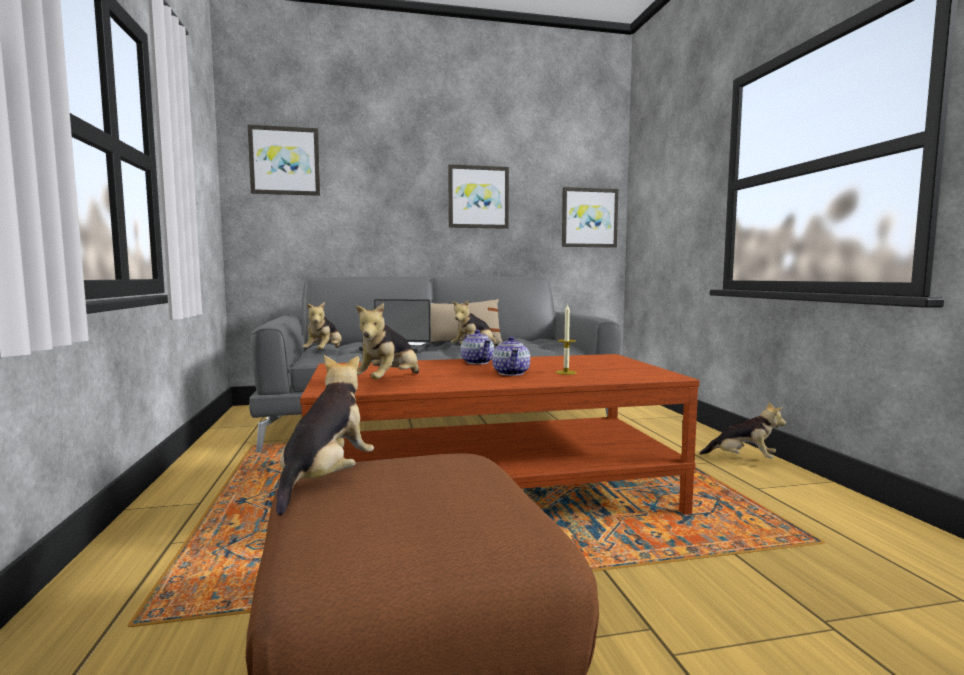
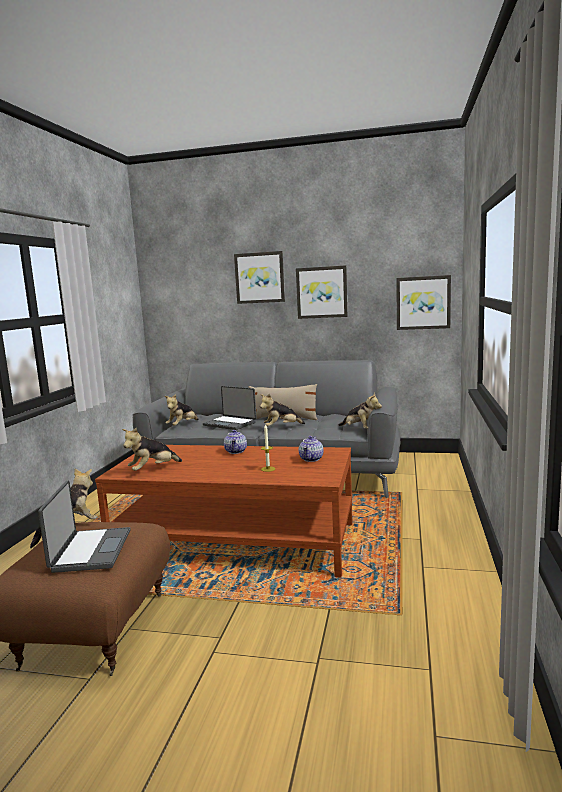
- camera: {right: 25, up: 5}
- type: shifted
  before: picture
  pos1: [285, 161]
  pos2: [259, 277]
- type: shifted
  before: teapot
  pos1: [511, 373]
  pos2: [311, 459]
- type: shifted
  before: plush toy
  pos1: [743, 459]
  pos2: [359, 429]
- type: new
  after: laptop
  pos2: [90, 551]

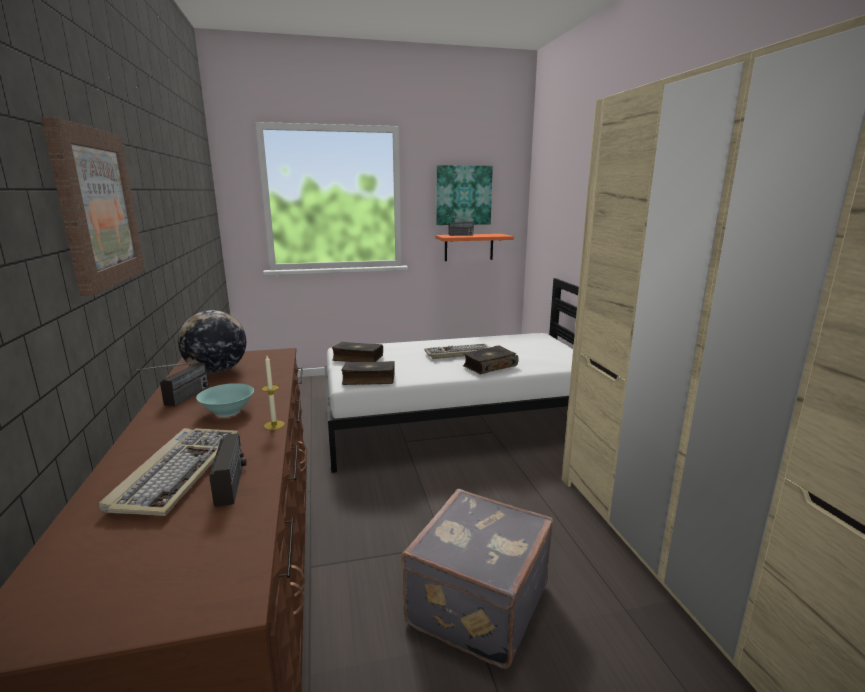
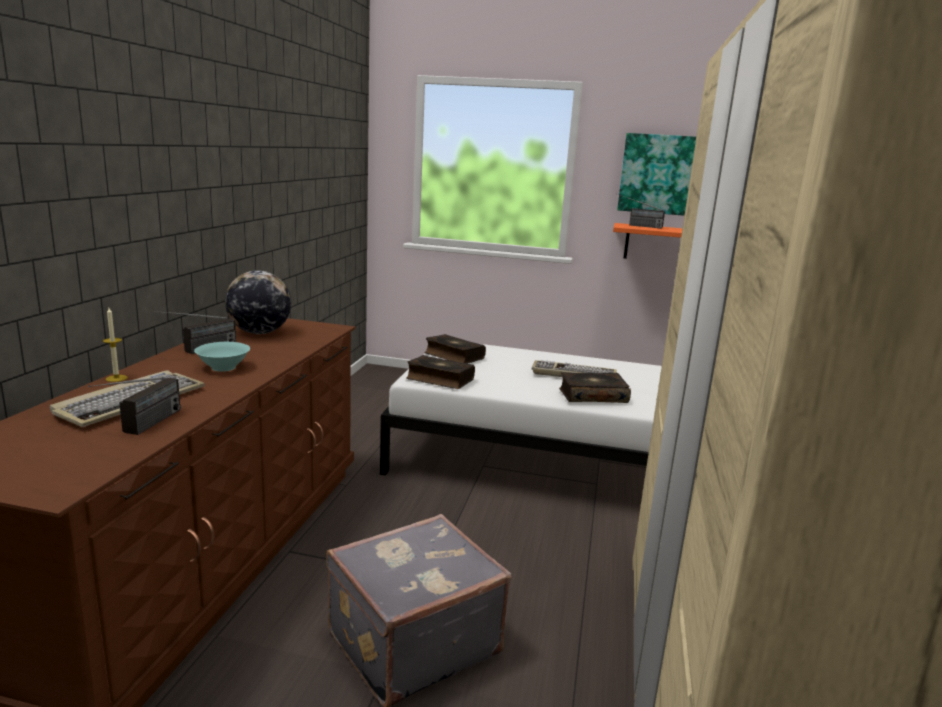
- camera: {right: 25, up: 0}
- type: gone
  before: picture
  pos1: [96, 208]
- type: shifted
  before: candle
  pos1: [274, 425]
  pos2: [116, 378]

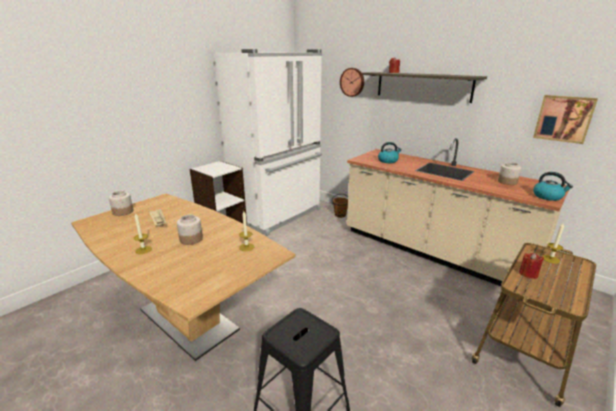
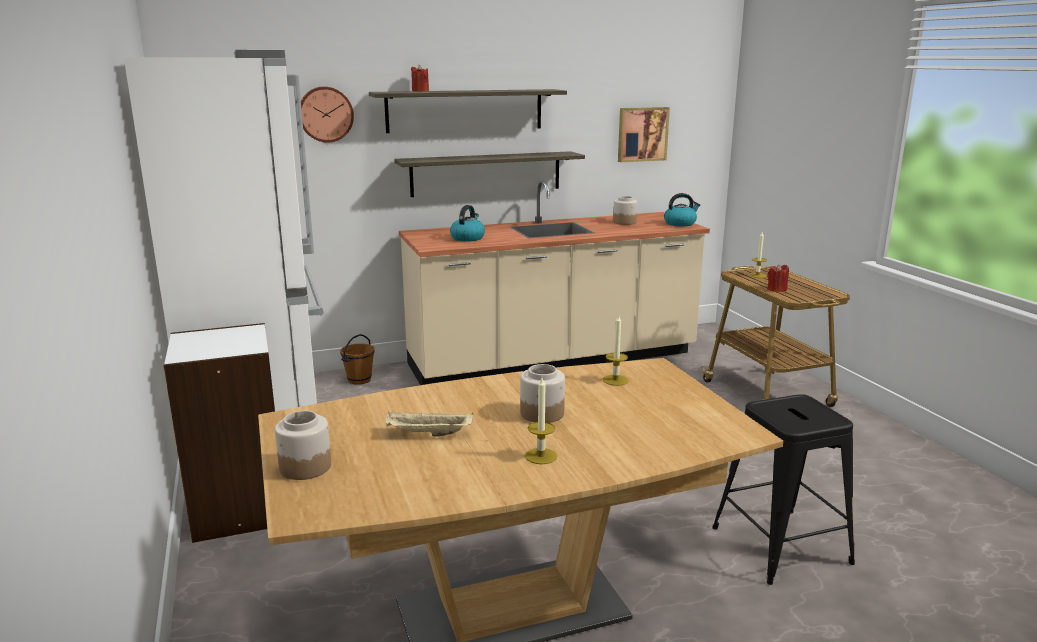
- camera: {right: -60, up: -5}
- type: new
  after: shelf
  pos2: [486, 173]

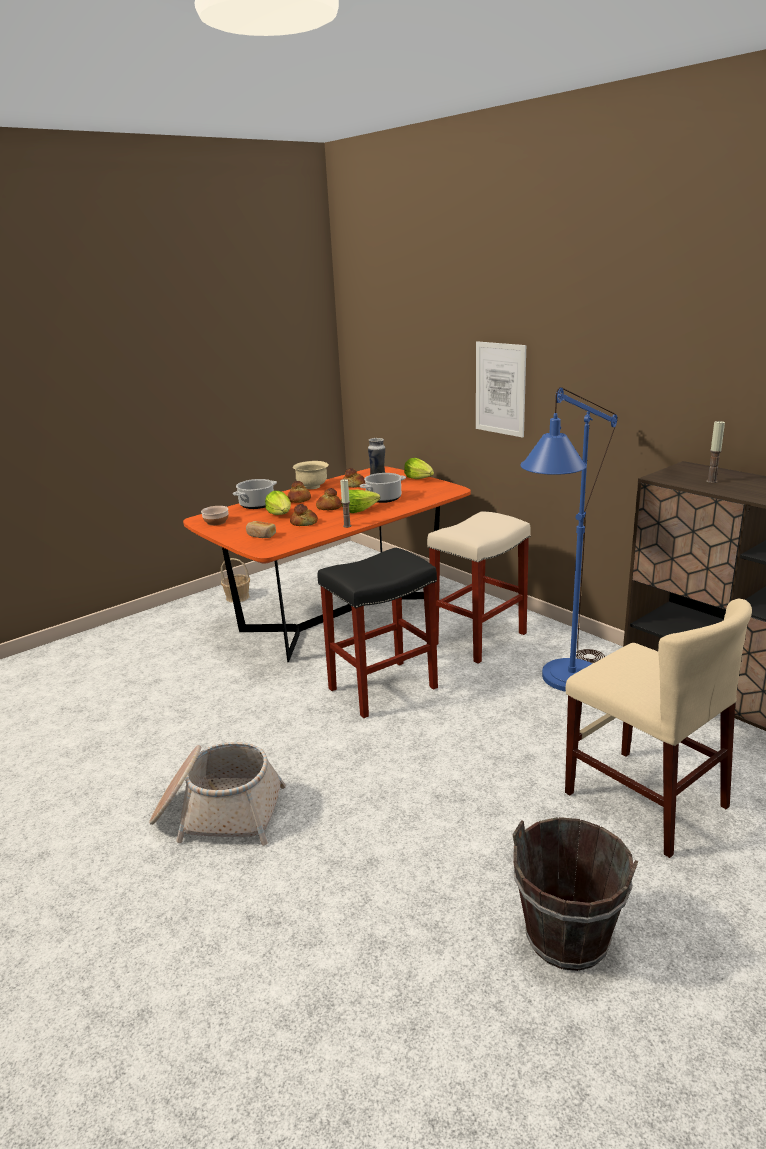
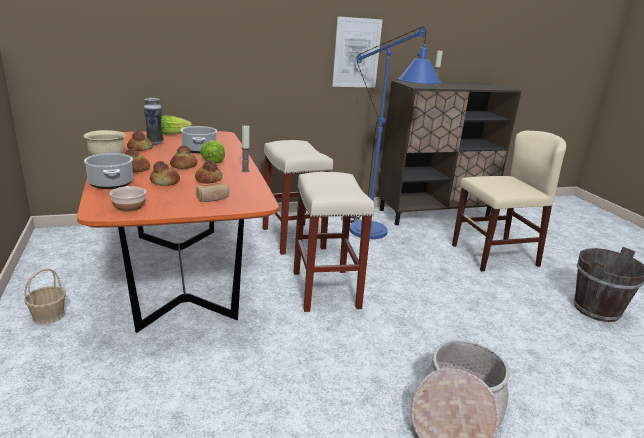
- camera: {right: -70, up: 0}
- type: swapped
  before: lettuce
  after: bread
  pos1: [280, 514]
  pos2: [165, 182]
- type: repainted
  before: black stool
  after: beige stool
  pos1: [382, 689]
  pos2: [326, 290]
- type: shifted
  before: picture
  pos1: [500, 388]
  pos2: [356, 53]

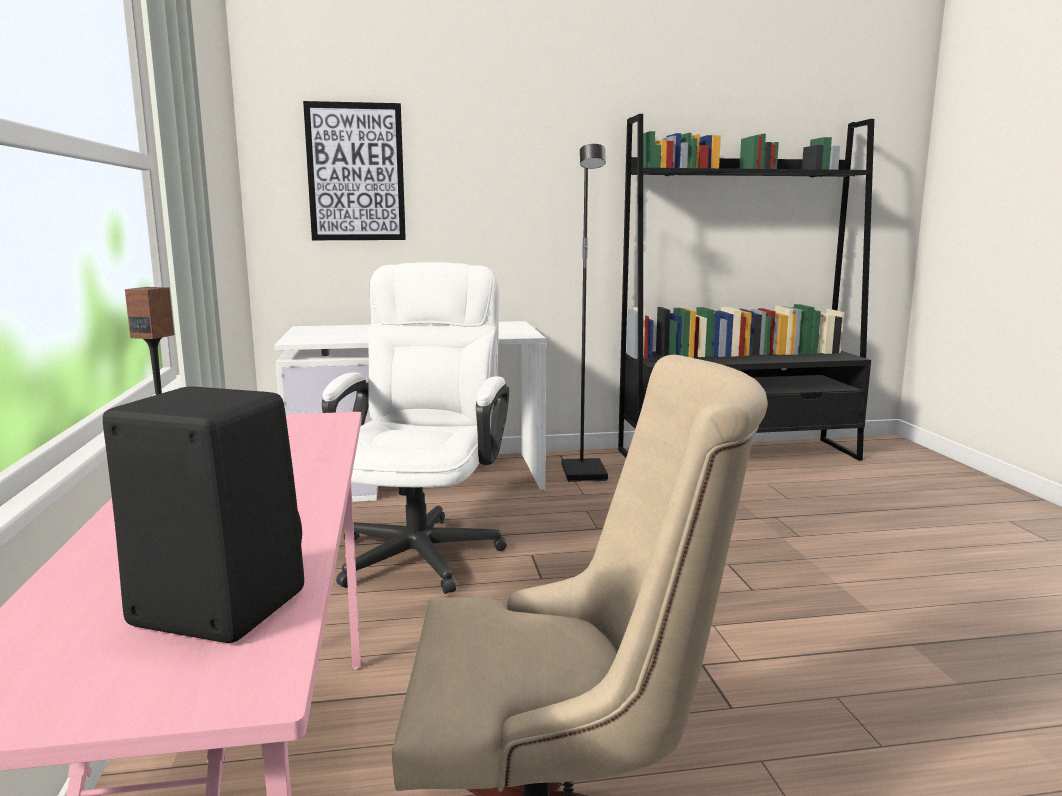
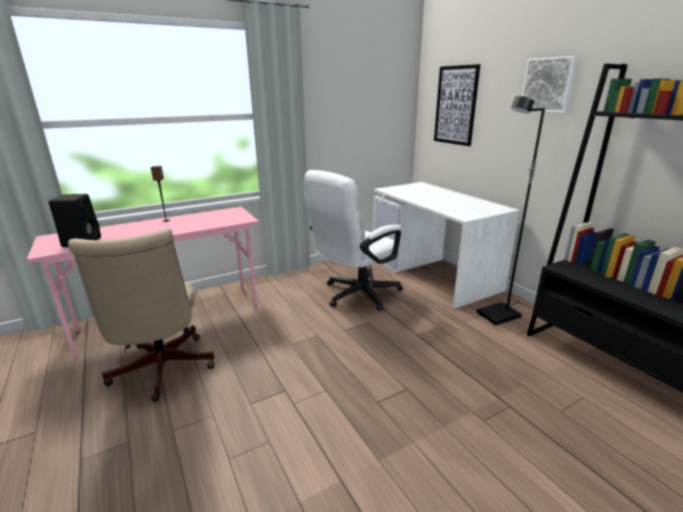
- camera: {right: 70, up: 10}
- type: rotated
  before: white office chair
  pos1: [424, 548]
  pos2: [355, 295]
  turn: 150
- type: new
  after: picture
  pos2: [548, 85]

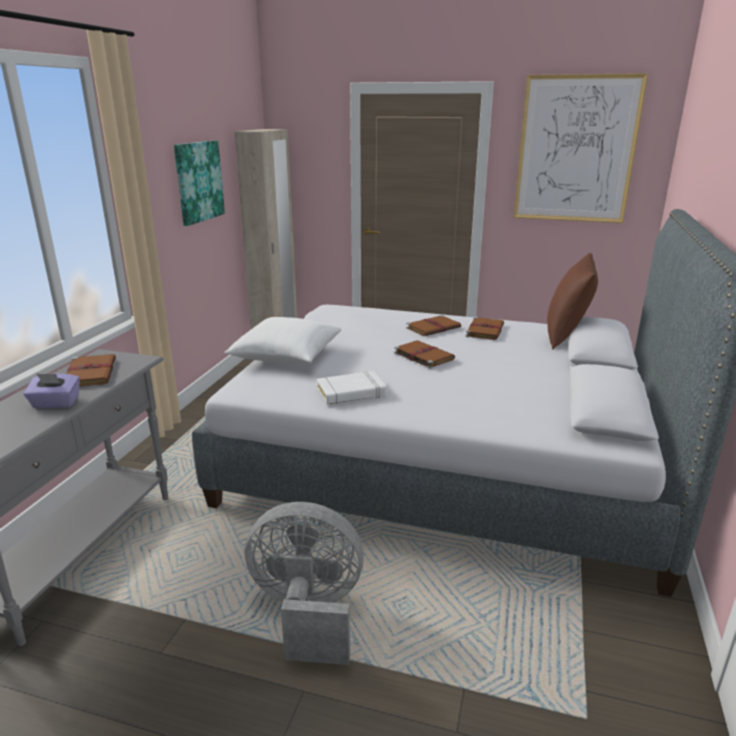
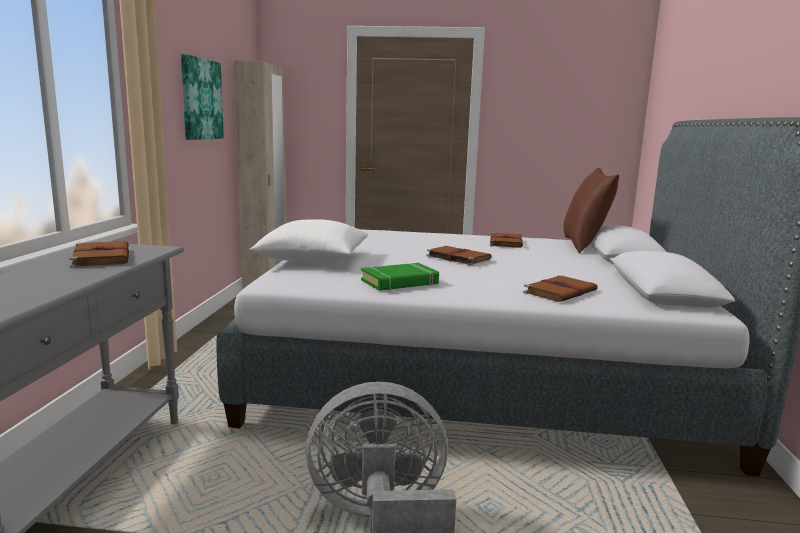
- camera: {right: -10, up: -10}
- type: gone
  before: purple tissue box
  pos1: [55, 403]
- type: repainted
  before: white book
  after: green book
  pos1: [351, 393]
  pos2: [400, 282]
- type: shifted
  before: brown book
  pos1: [434, 328]
  pos2: [560, 291]
- type: gone
  before: picture
  pos1: [576, 150]

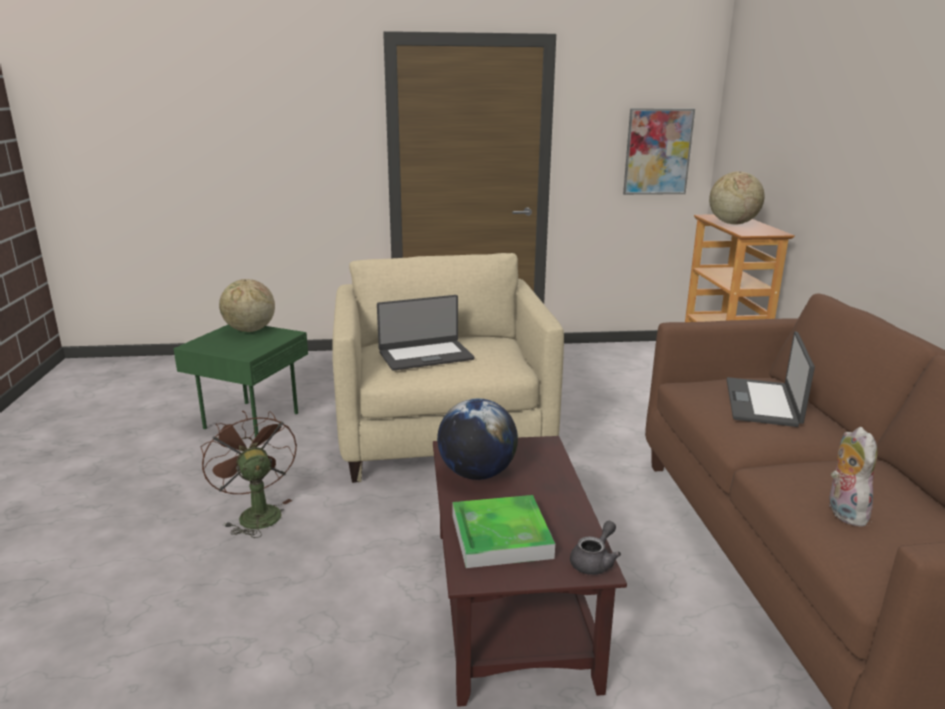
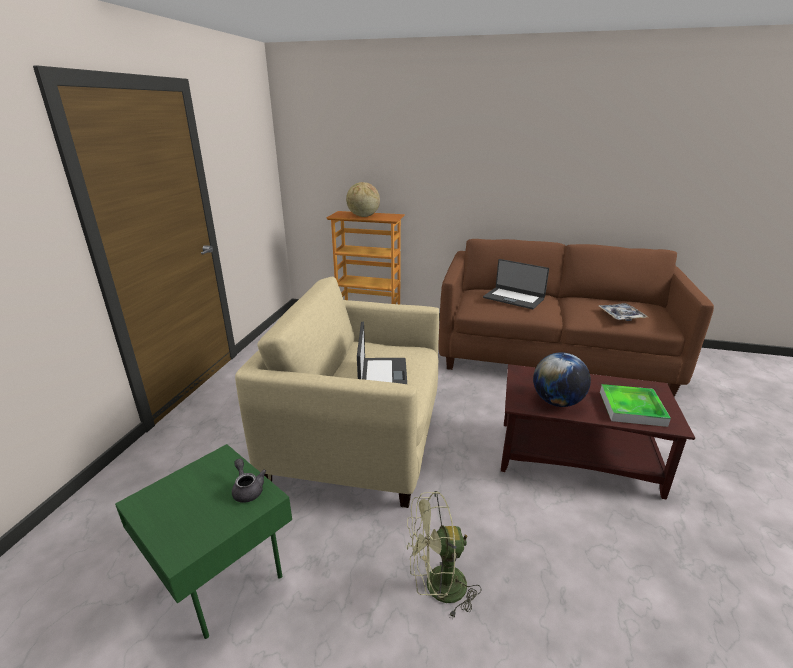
- camera: {right: -70, up: 5}
- type: repainted
  before: brown fan
  after: green fan
  pos1: [255, 513]
  pos2: [437, 588]
- type: gone
  before: globe
  pos1: [249, 330]
- type: shifted
  before: grey teapot
  pos1: [594, 561]
  pos2: [247, 489]
- type: gone
  before: picture
  pos1: [657, 152]
- type: swapped
  before: plush toy
  after: tray
  pos1: [843, 512]
  pos2: [621, 316]

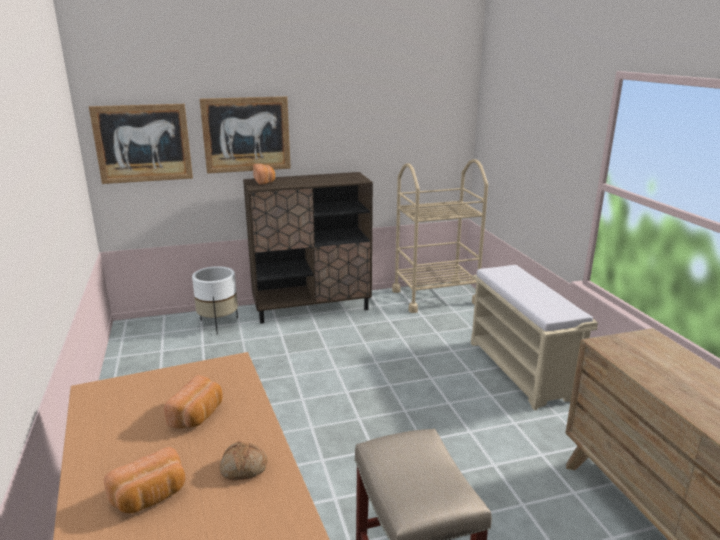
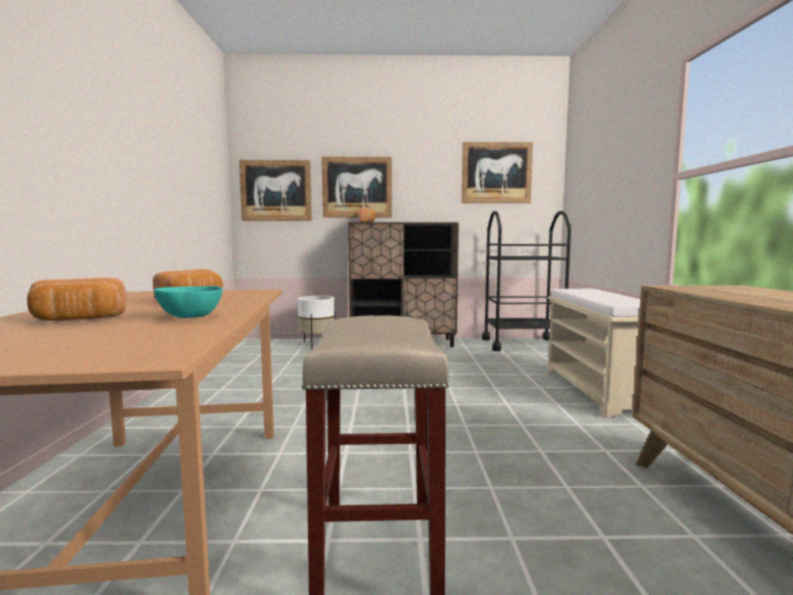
- camera: {right: 15, up: -15}
- type: swapped
  before: bread
  after: turquoise bowl
  pos1: [243, 469]
  pos2: [188, 317]
- type: repainted
  before: beige cart
  after: black cart
  pos1: [435, 297]
  pos2: [522, 344]
- type: new
  after: picture
  pos2: [496, 173]

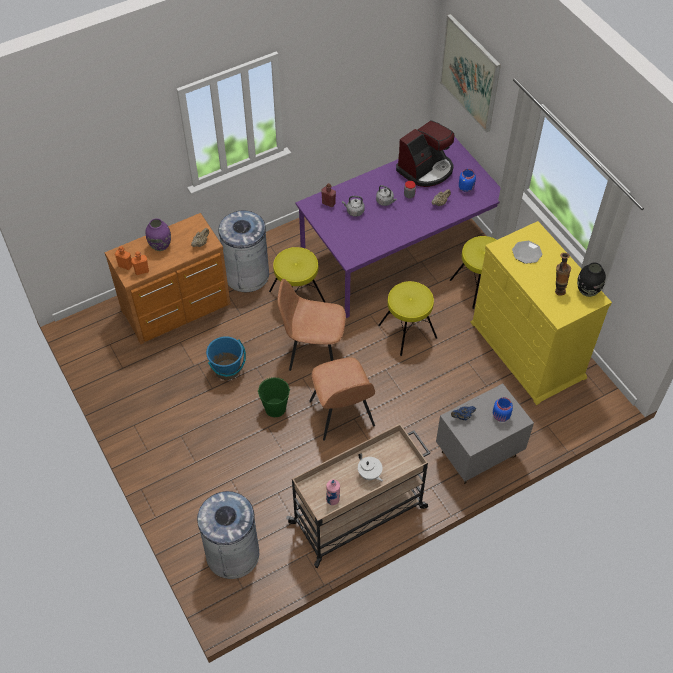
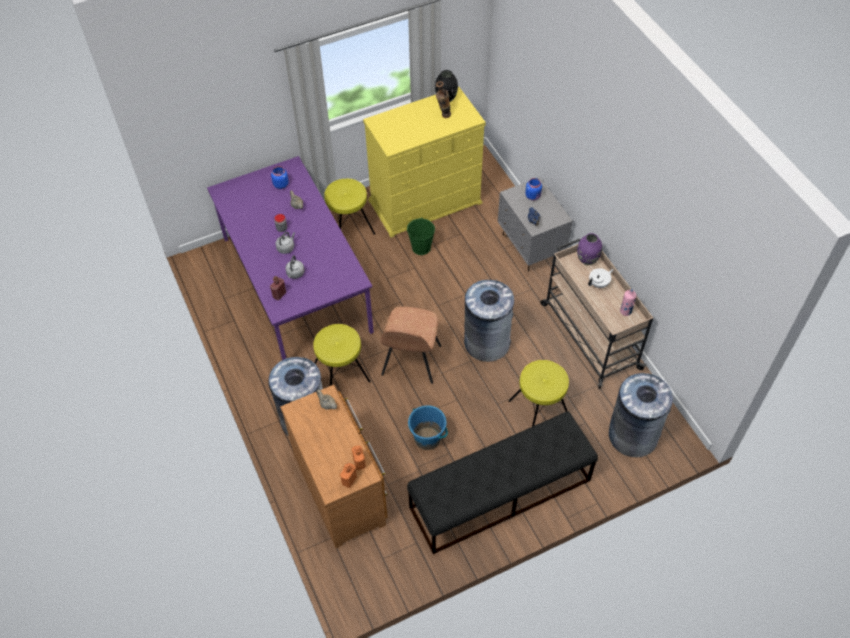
- camera: {right: -85, up: 0}
- type: shifted
  before: purple vase
  pos1: [160, 246]
  pos2: [587, 260]
- type: shifted
  before: green bucket
  pos1: [275, 408]
  pos2: [421, 247]
- type: swapped
  before: brown chair
  after: grey trash can
  pos1: [342, 415]
  pos2: [486, 342]
- type: shifted
  before: yellow stool
  pos1: [407, 332]
  pos2: [539, 409]
- type: gone
  before: coffee machine
  pos1: [426, 169]
- type: gone
  before: picture
  pos1: [470, 73]
- type: gone
  before: plate
  pos1: [527, 253]
- type: new
  after: black bench
  pos2: [499, 494]

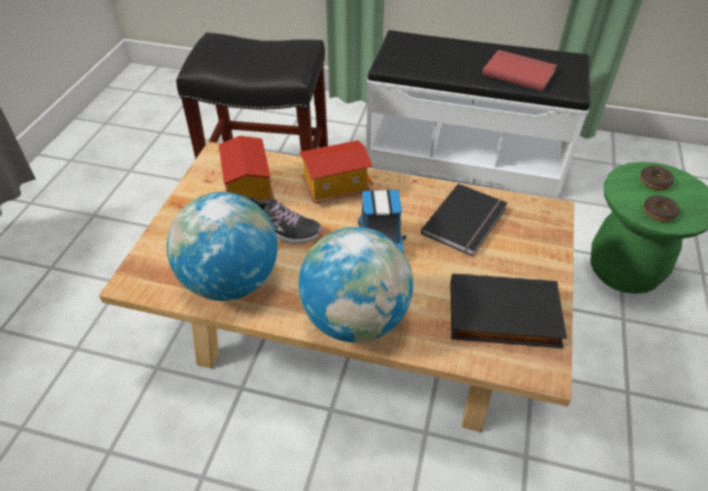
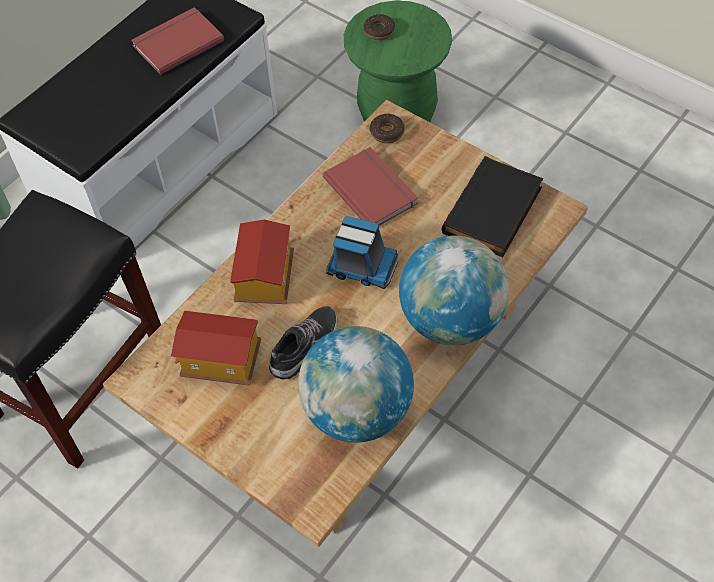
- camera: {right: -65, up: 10}
- type: repainted
  before: black book
  after: red book
  pos1: [467, 222]
  pos2: [372, 189]
- type: shifted
  before: donut
  pos1: [659, 212]
  pos2: [387, 132]

